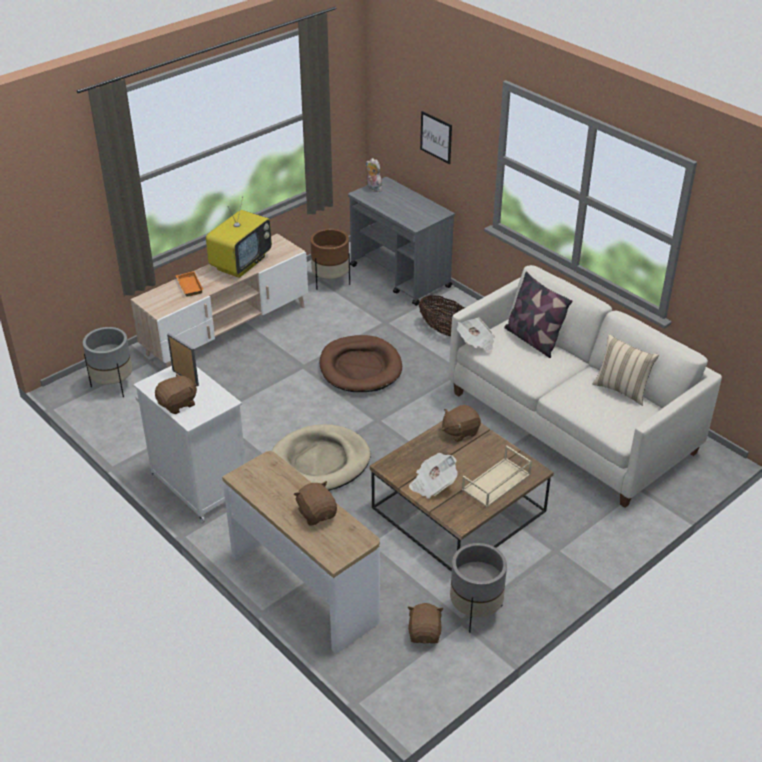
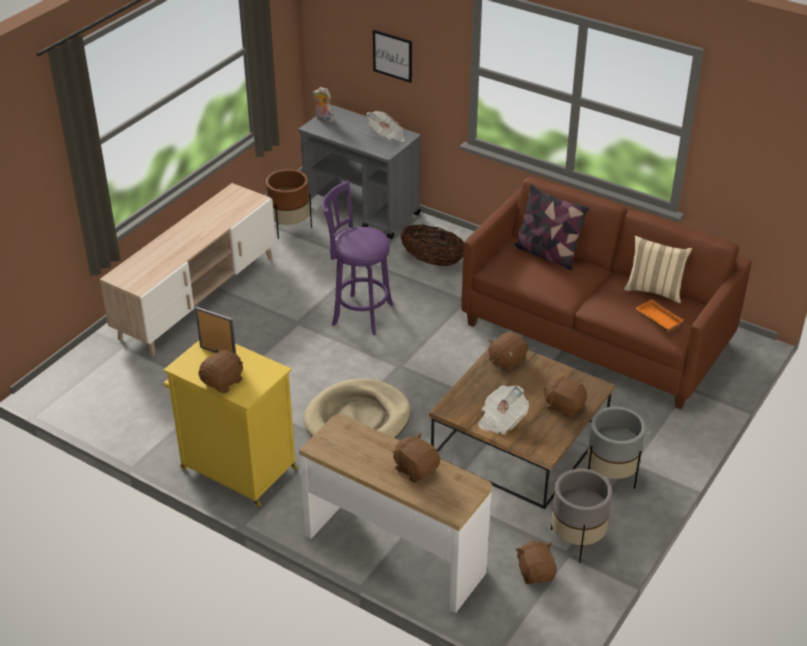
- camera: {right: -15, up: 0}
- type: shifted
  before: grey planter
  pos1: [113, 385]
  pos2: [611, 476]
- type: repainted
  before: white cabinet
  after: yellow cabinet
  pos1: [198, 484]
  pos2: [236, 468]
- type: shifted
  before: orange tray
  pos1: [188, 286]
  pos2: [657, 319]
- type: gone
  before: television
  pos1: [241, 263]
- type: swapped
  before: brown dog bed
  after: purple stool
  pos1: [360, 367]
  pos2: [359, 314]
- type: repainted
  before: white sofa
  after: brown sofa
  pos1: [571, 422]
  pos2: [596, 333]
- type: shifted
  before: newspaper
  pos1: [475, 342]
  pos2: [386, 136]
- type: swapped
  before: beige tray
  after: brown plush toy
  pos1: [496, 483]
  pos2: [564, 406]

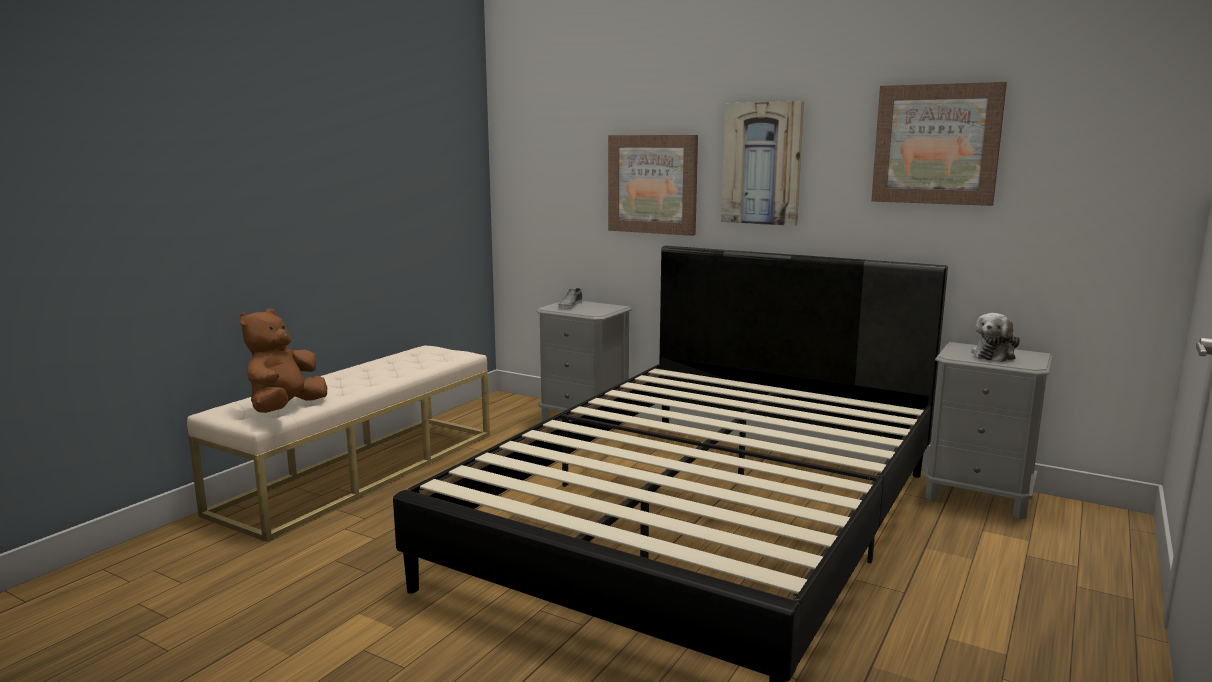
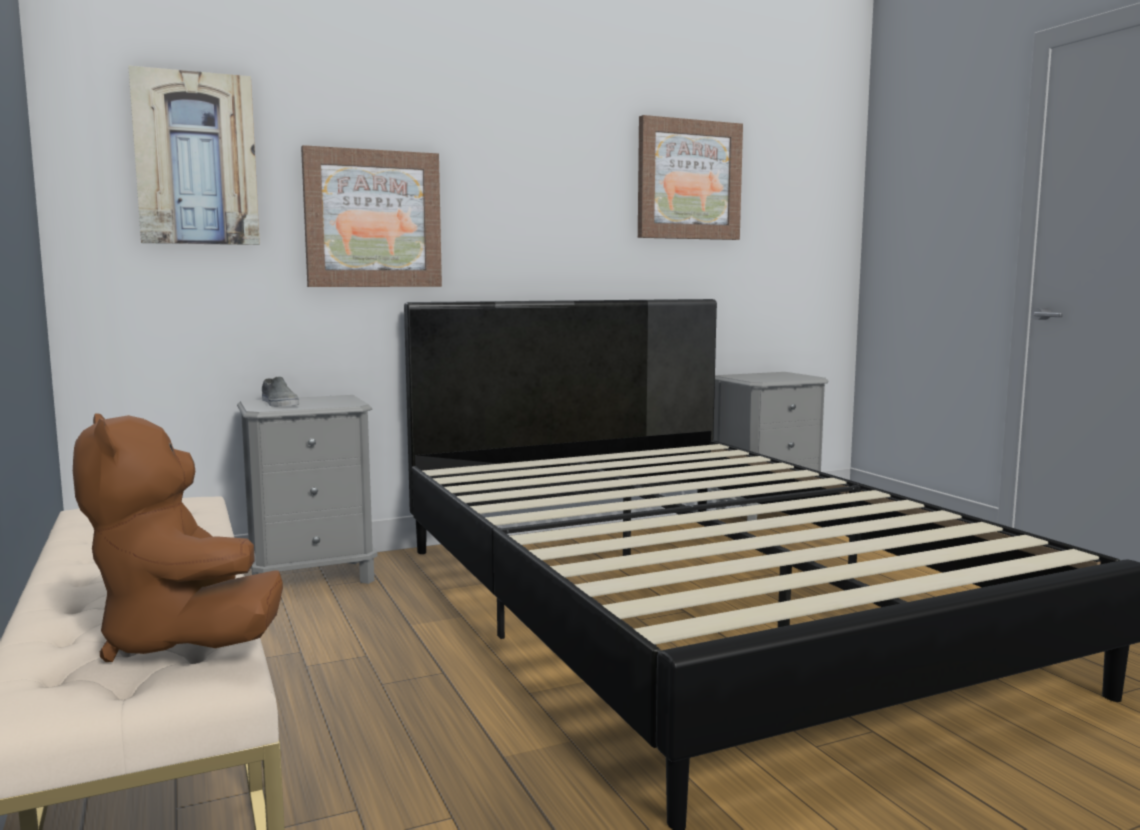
- camera: {right: -55, up: -5}
- type: shifted
  before: picture
  pos1: [762, 163]
  pos2: [196, 159]
- type: gone
  before: plush toy
  pos1: [994, 355]

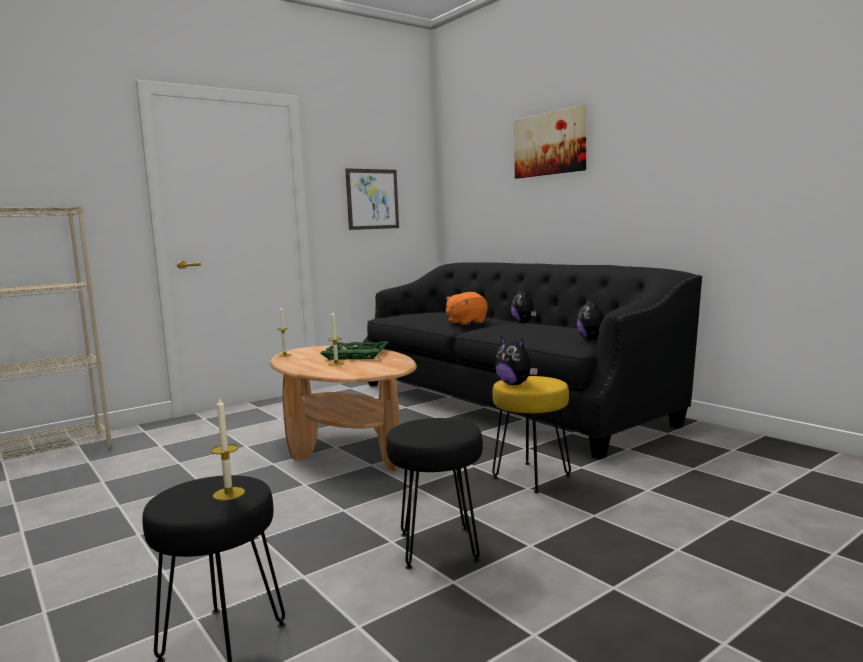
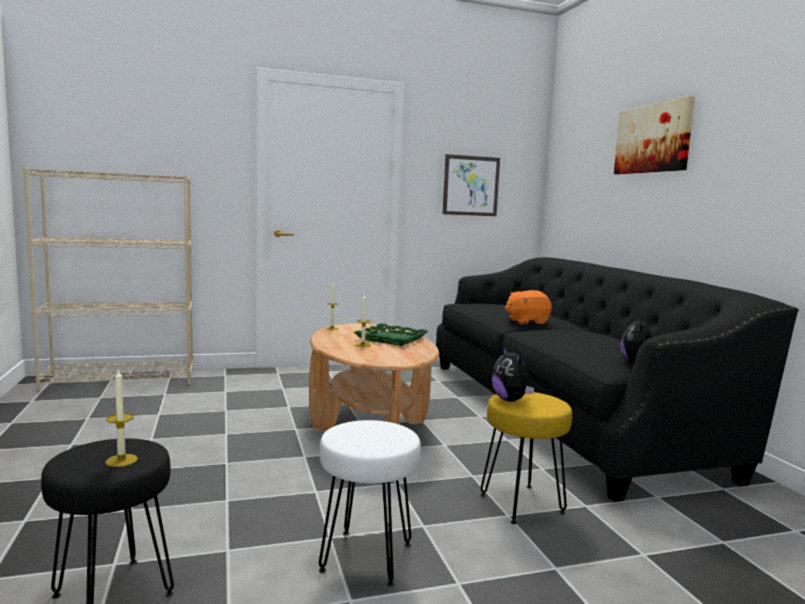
- camera: {right: 20, up: 0}
- type: repainted
  before: black stool
  after: white stool
  pos1: [437, 547]
  pos2: [366, 556]
- type: gone
  before: plush toy
  pos1: [524, 322]

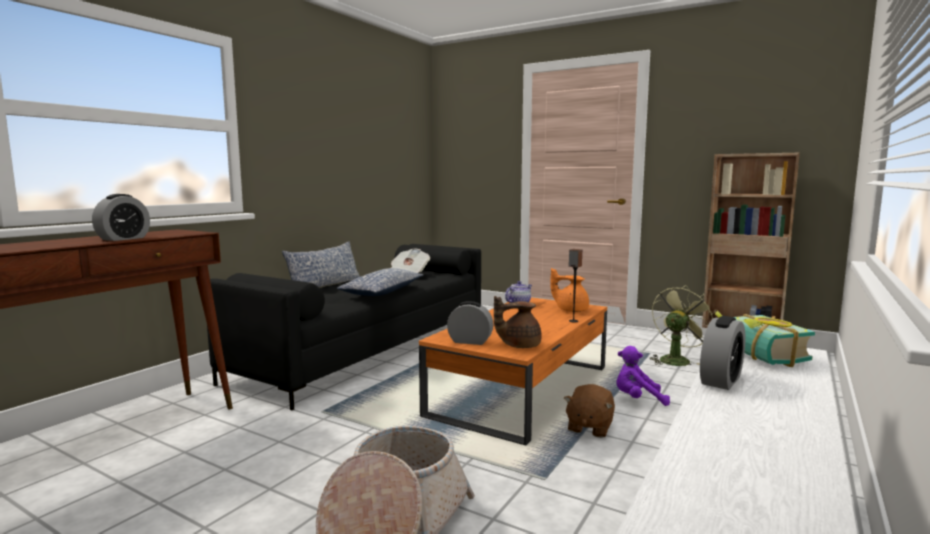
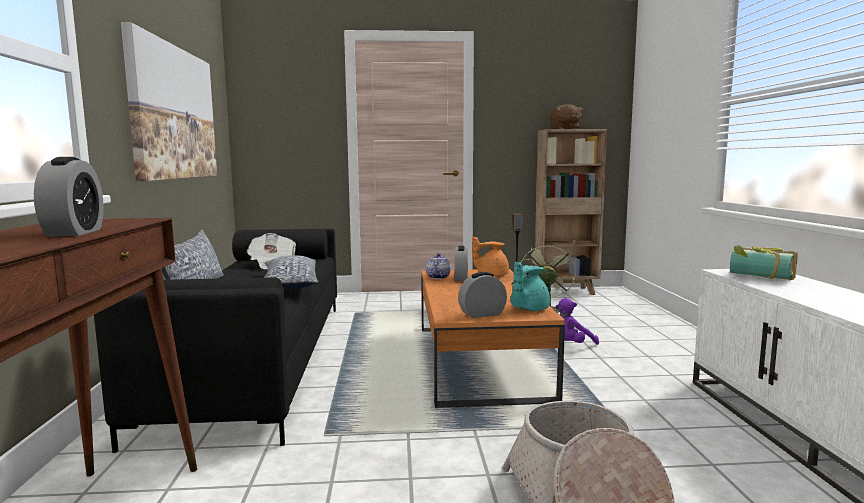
- camera: {right: -35, up: 0}
- type: repainted
  before: brown teapot
  after: turquoise teapot
  pos1: [518, 345]
  pos2: [528, 309]
- type: shifted
  before: brown plush toy
  pos1: [589, 427]
  pos2: [564, 129]
- type: shifted
  before: alarm clock
  pos1: [721, 380]
  pos2: [461, 278]
- type: new
  after: picture
  pos2: [173, 113]

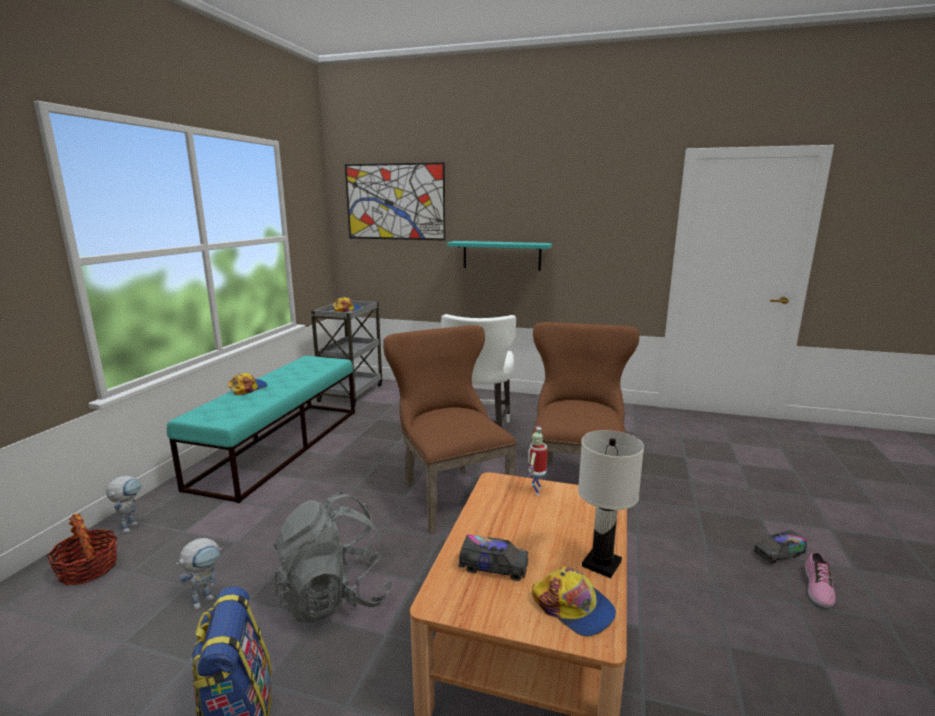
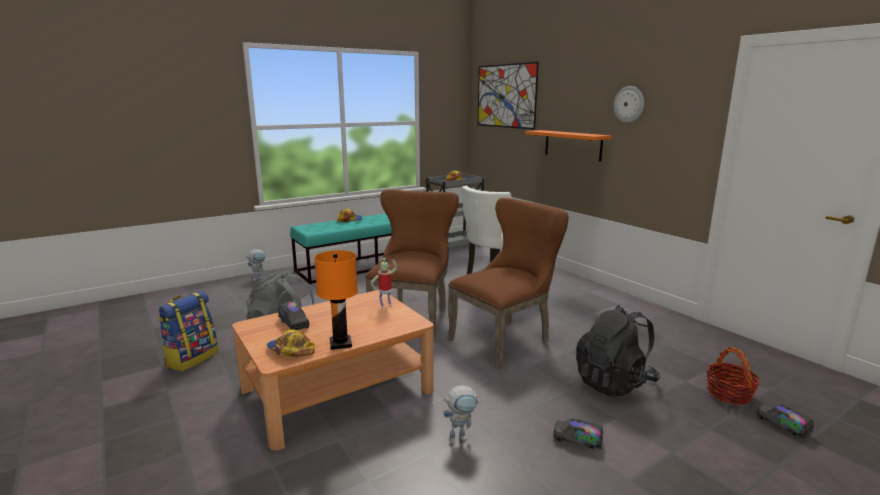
- camera: {right: 40, up: 0}
- type: shifted
  before: basket
  pos1: [88, 569]
  pos2: [729, 393]
- type: shifted
  before: toy robot
  pos1: [207, 598]
  pos2: [461, 438]
- type: repainted
  before: turquoise shelf
  after: orange shelf
  pos1: [501, 255]
  pos2: [572, 145]
- type: rotated
  before: cap
  pos1: [573, 607]
  pos2: [290, 350]
  turn: 135
- type: repainted
  before: white table lamp
  after: orange table lamp
  pos1: [602, 564]
  pos2: [341, 344]
- type: gone
  before: shoe
  pos1: [817, 586]
- type: new
  after: black backpack
  pos2: [614, 383]
- type: new
  after: wall clock
  pos2: [629, 104]
- type: new
  after: toy truck
  pos2: [782, 425]

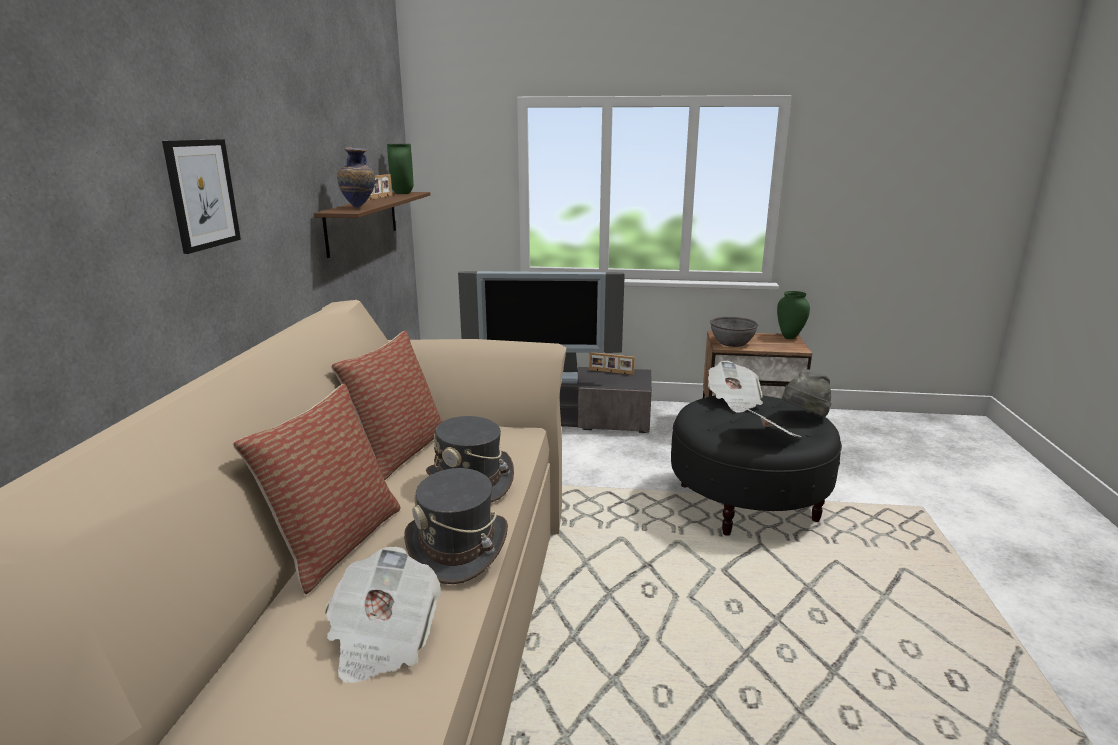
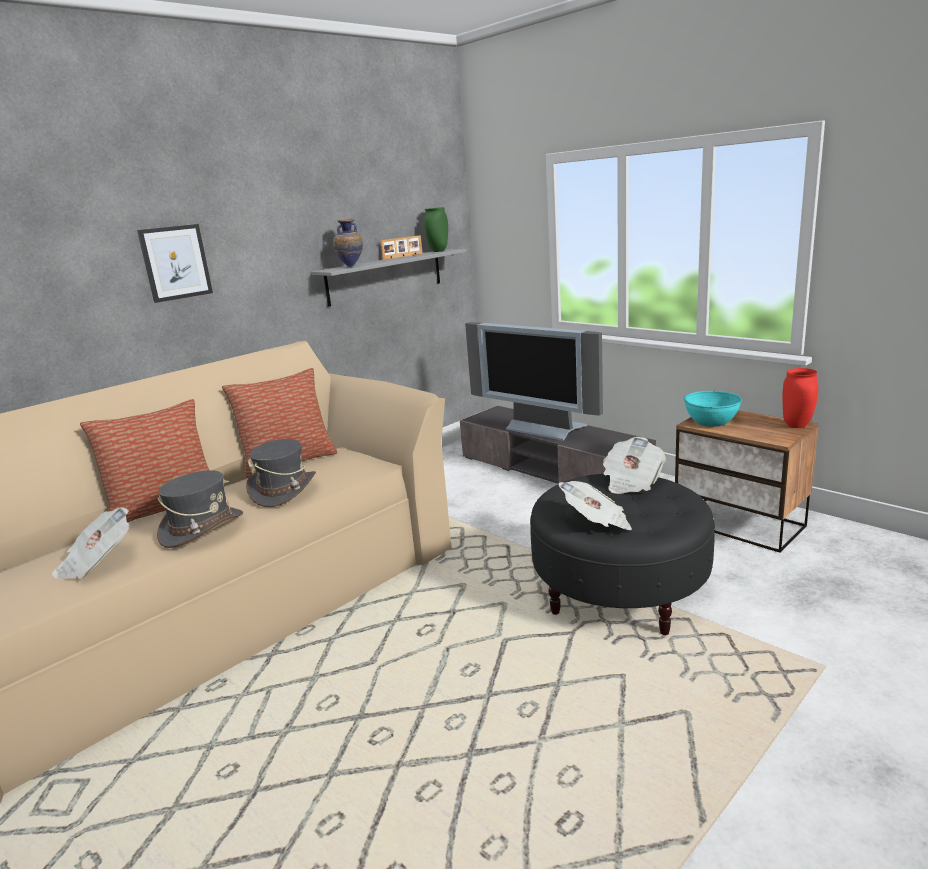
- camera: {right: 40, up: 0}
- type: repainted
  before: brown shelf
  after: grey shelf
  pos1: [362, 221]
  pos2: [385, 276]
- type: gone
  before: picture frame
  pos1: [611, 372]
- type: repainted
  before: grey bowl
  after: turquoise bowl
  pos1: [732, 343]
  pos2: [711, 421]
- type: repainted
  before: green vase
  after: red vase
  pos1: [789, 337]
  pos2: [795, 426]
- type: gone
  before: grey hat
  pos1: [804, 416]

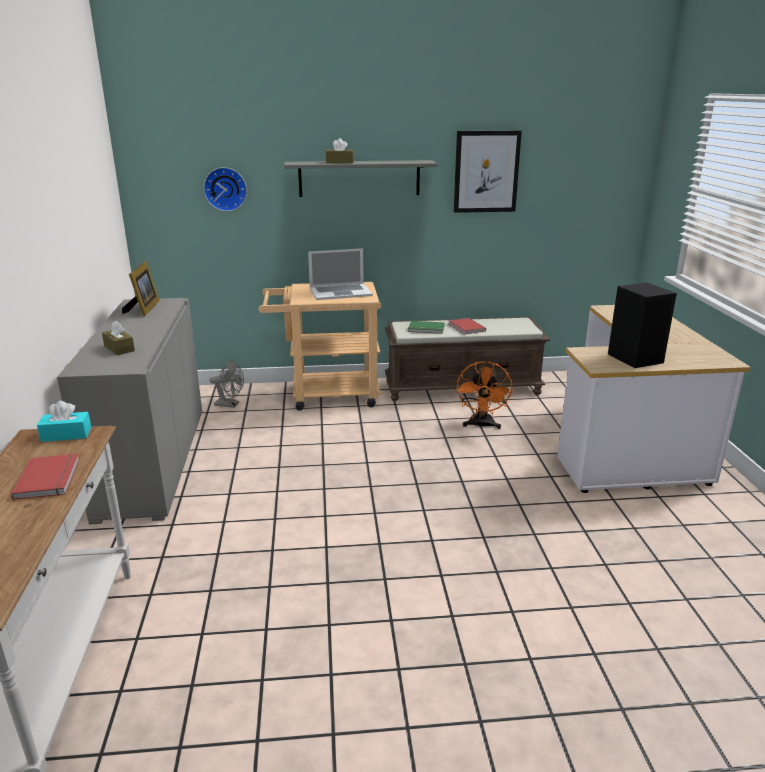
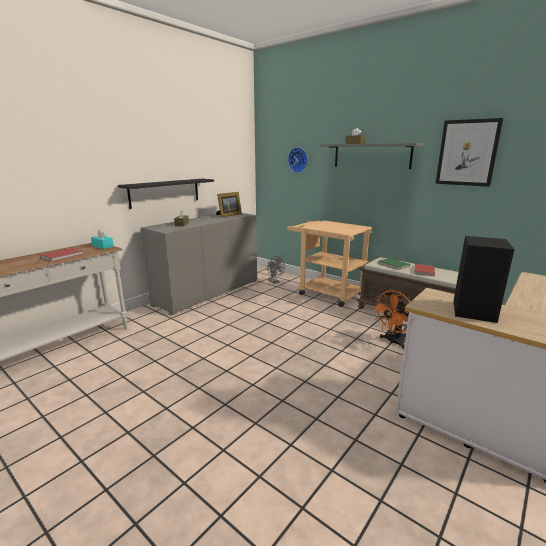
- camera: {right: 45, up: -5}
- type: gone
  before: laptop
  pos1: [340, 292]
- type: new
  after: black shelf
  pos2: [165, 192]

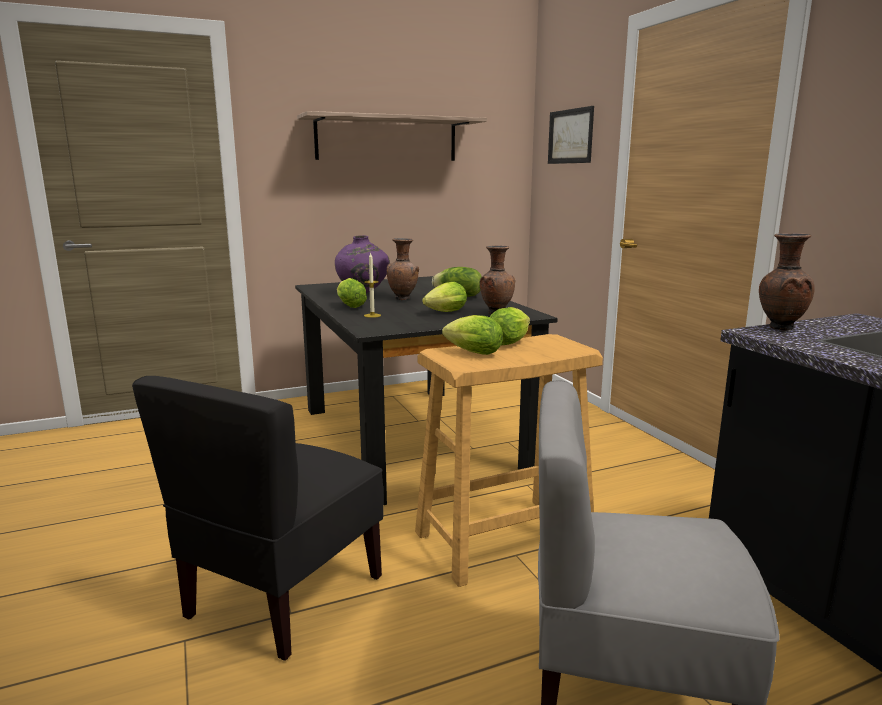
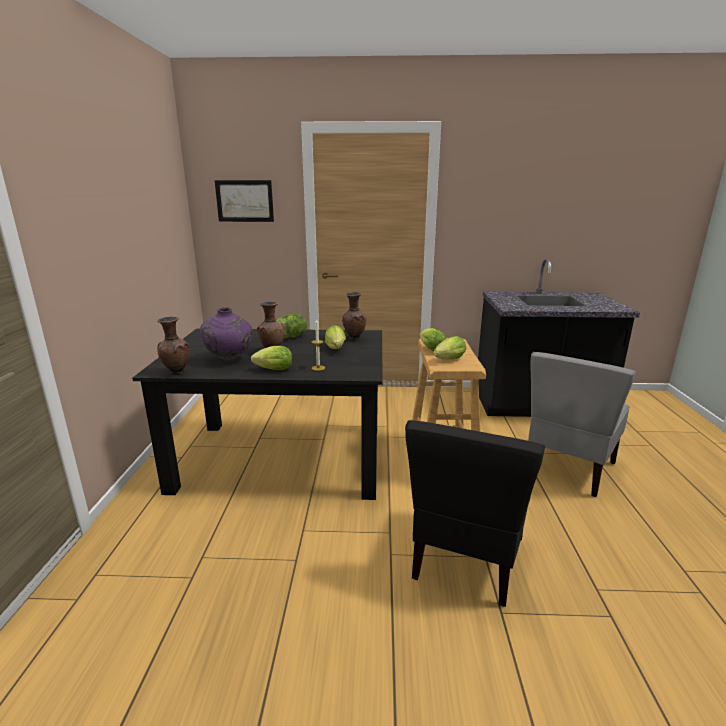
- camera: {right: -65, up: 5}
- type: rotated
  before: black chair
  pos1: [283, 596]
  pos2: [466, 557]
  turn: 60
- type: gone
  before: shelf
  pos1: [387, 139]
- type: shifted
  before: brown vase
  pos1: [779, 328]
  pos2: [176, 373]

